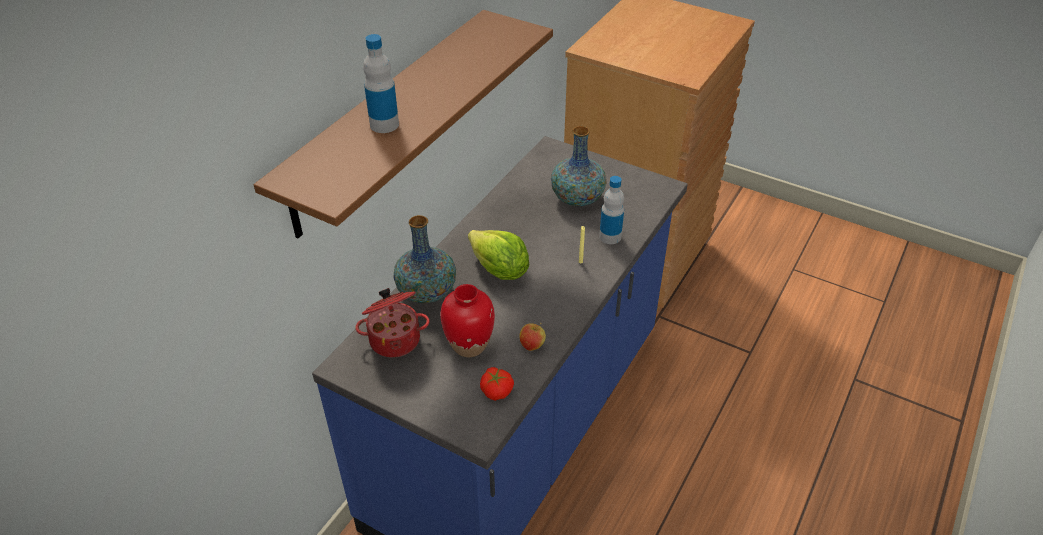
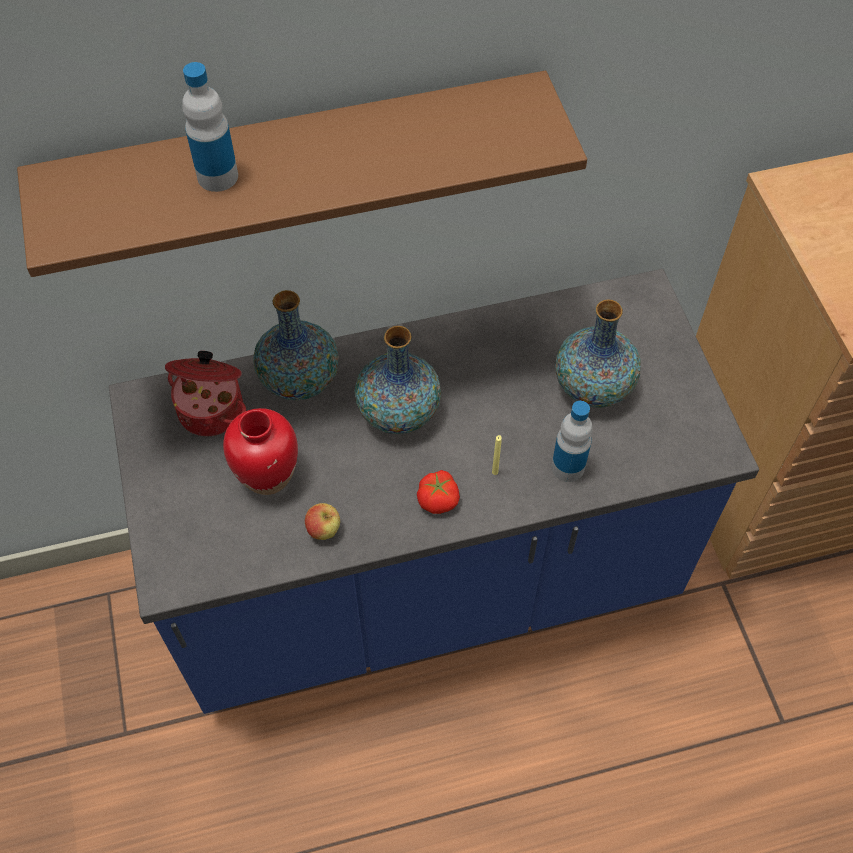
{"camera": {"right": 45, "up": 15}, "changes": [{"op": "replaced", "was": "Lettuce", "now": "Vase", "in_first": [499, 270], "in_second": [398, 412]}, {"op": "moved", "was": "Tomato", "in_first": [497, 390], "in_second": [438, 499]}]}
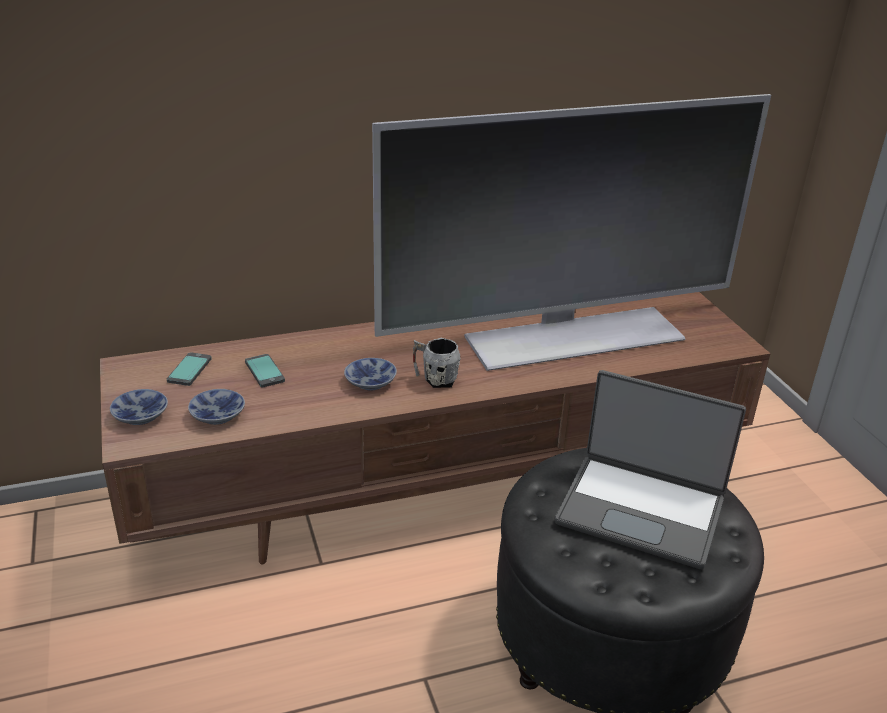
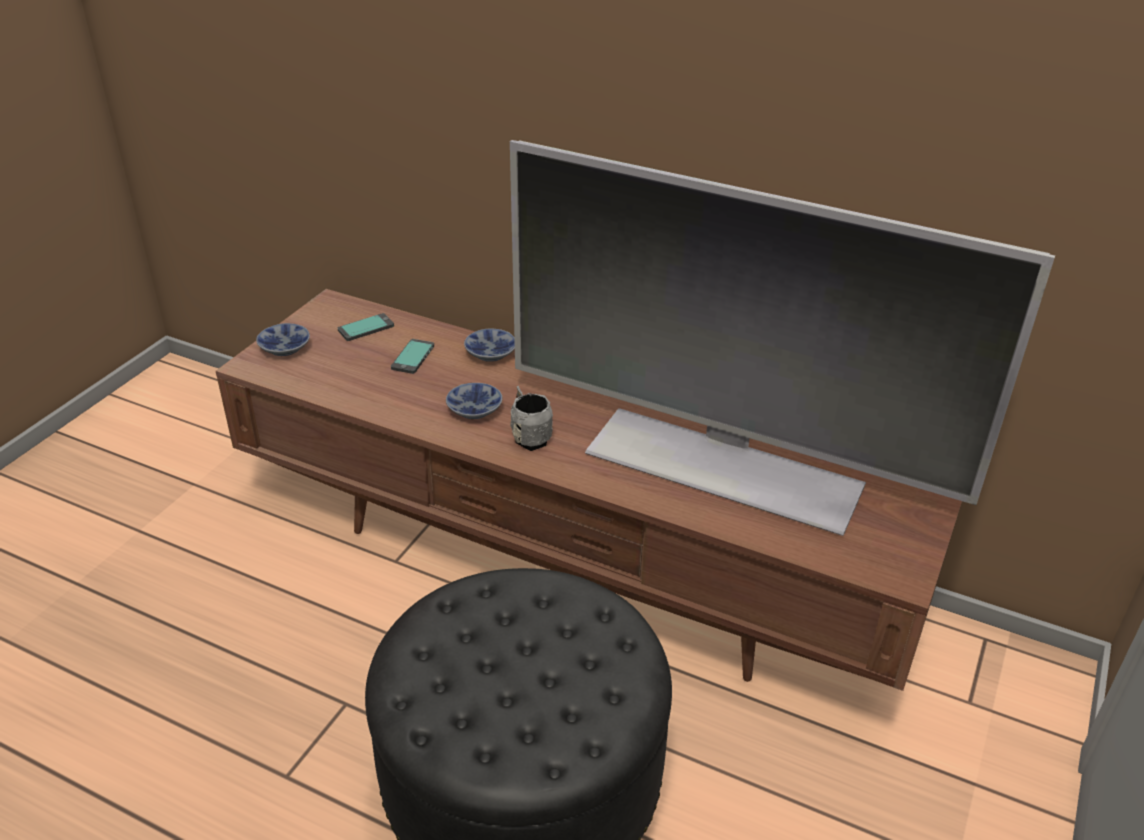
{"camera": {"right": 45, "up": 5}, "changes": [{"op": "moved", "was": "Bowl", "in_first": [219, 416], "in_second": [490, 354]}, {"op": "removed", "was": "Laptop", "in_first": [641, 510]}]}
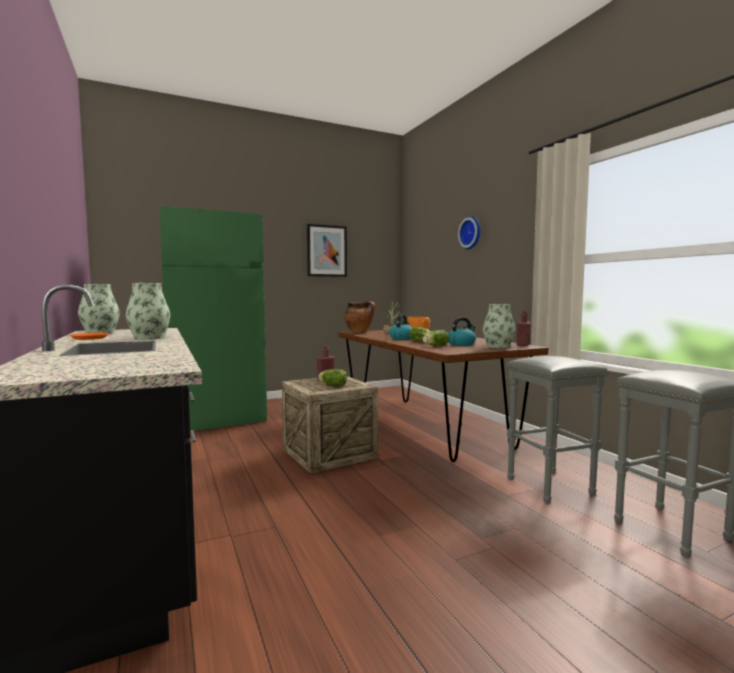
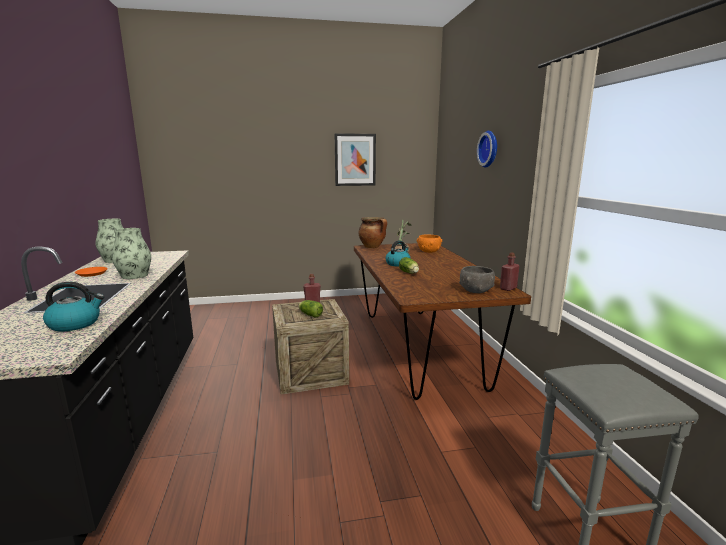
{"camera": {"right": 15, "up": 10}, "changes": [{"op": "moved", "was": "Kettle", "in_first": [461, 344], "in_second": [75, 324]}, {"op": "replaced", "was": "Vase", "now": "GreyBowl", "in_first": [498, 346], "in_second": [476, 291]}, {"op": "removed", "was": "GreenFridge", "in_first": [216, 415]}, {"op": "removed", "was": "Lettuce", "in_first": [434, 346]}, {"op": "removed", "was": "GreyStool", "in_first": [549, 486]}]}
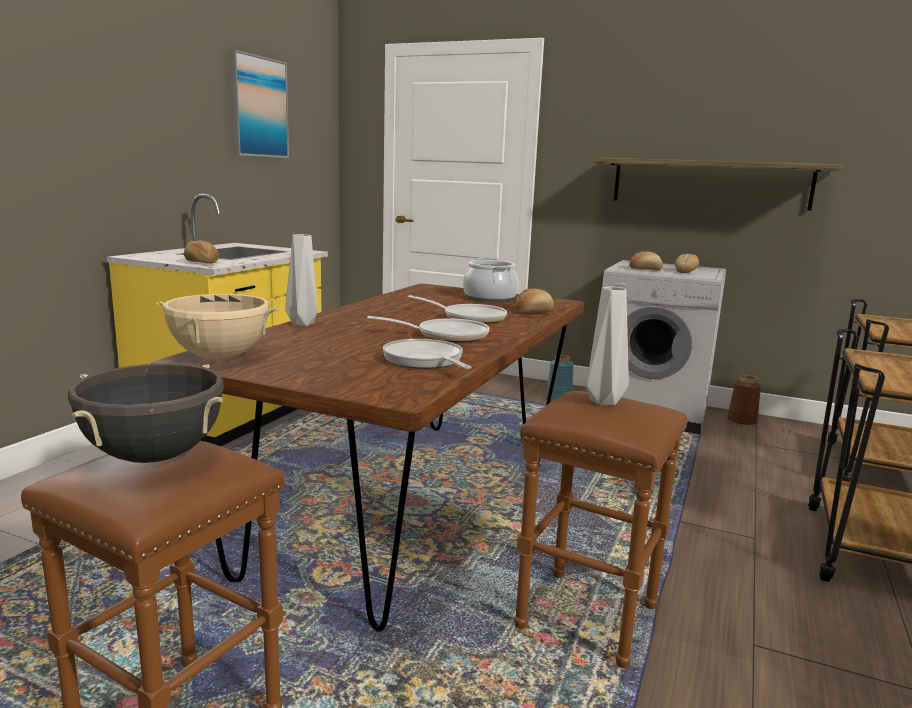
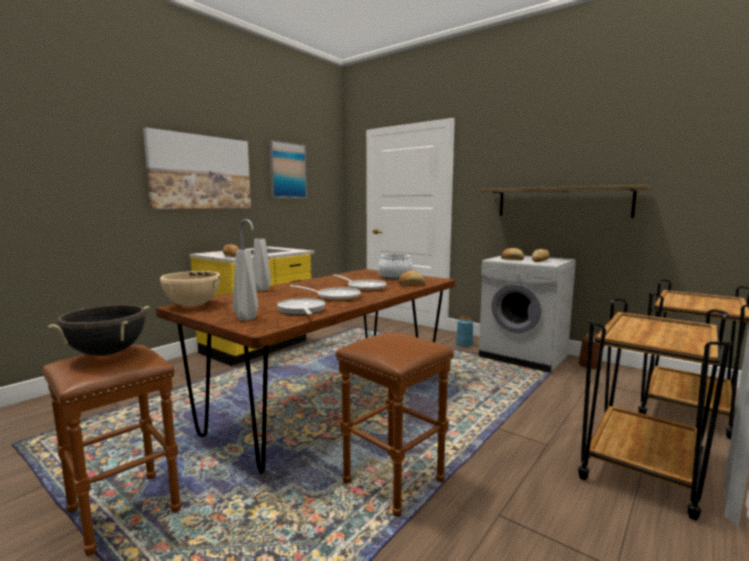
{"camera": {"right": 15, "up": -5}, "changes": [{"op": "added", "now": "Picture", "in_second": [201, 172]}, {"op": "moved", "was": "GreyVase", "in_first": [602, 401], "in_second": [245, 318]}]}
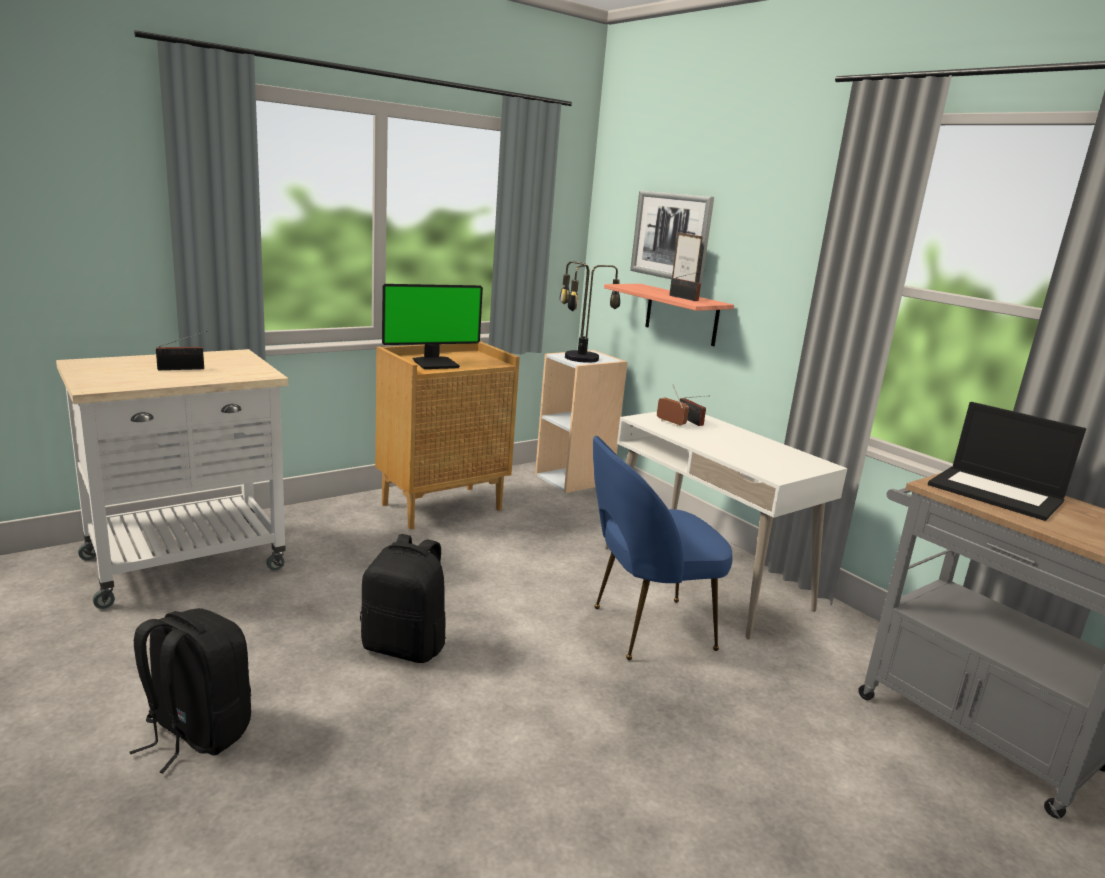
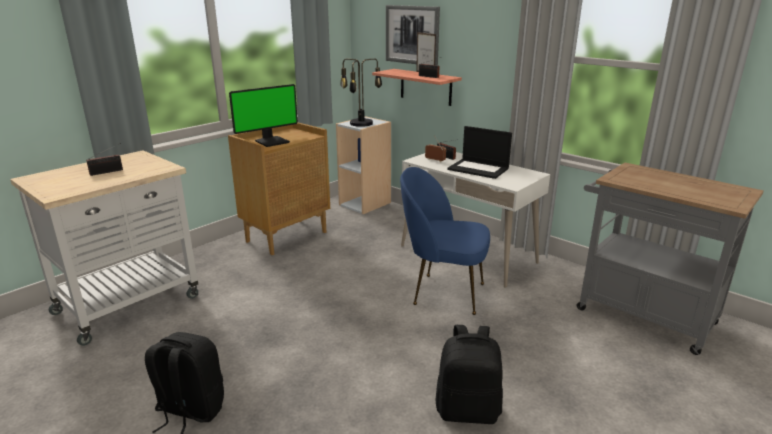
{"camera": {"right": -10, "up": 5}, "changes": [{"op": "turned", "was": "BlueChair", "in_first": [643, 629], "in_second": [442, 293], "clockwise": 45}, {"op": "moved", "was": "BlackBackpack", "in_first": [405, 647], "in_second": [468, 410]}, {"op": "moved", "was": "Laptop", "in_first": [997, 493], "in_second": [479, 169]}]}
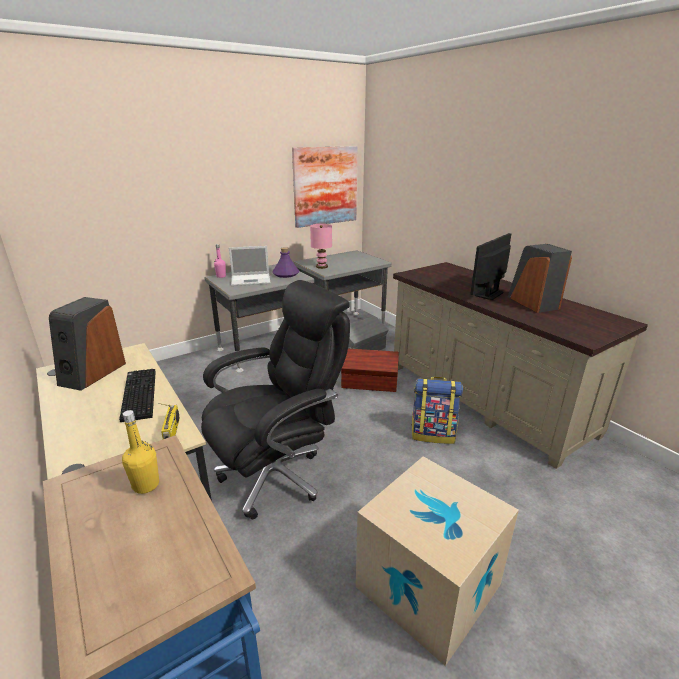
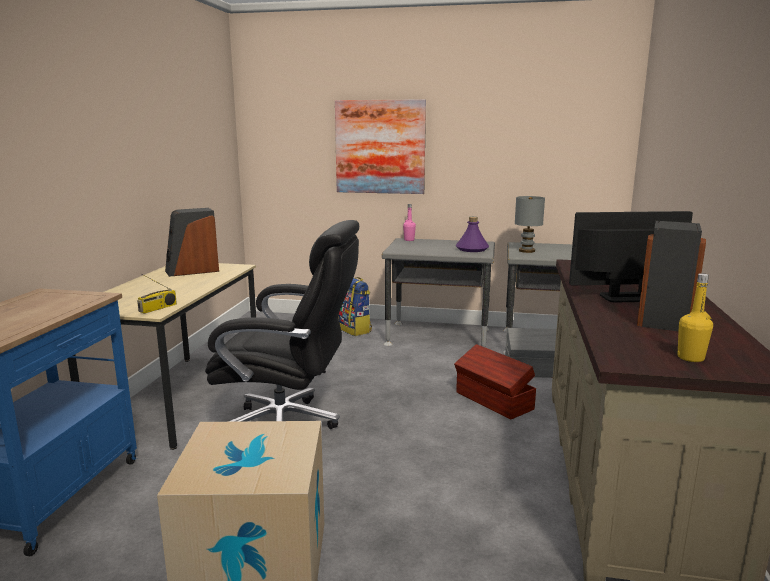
{"camera": {"right": 45, "up": -10}, "changes": [{"op": "moved", "was": "Picture", "in_first": [325, 186], "in_second": [380, 147]}, {"op": "moved", "was": "Backpack", "in_first": [433, 434], "in_second": [354, 329]}, {"op": "recoloured", "was": "PinkTableLamp", "now": "GreyTableLamp", "in_first": [322, 266], "in_second": [527, 251]}, {"op": "moved", "was": "YellowBottle", "in_first": [146, 485], "in_second": [690, 358]}, {"op": "removed", "was": "Keyboard", "in_first": [138, 394]}, {"op": "removed", "was": "Laptop", "in_first": [251, 280]}]}
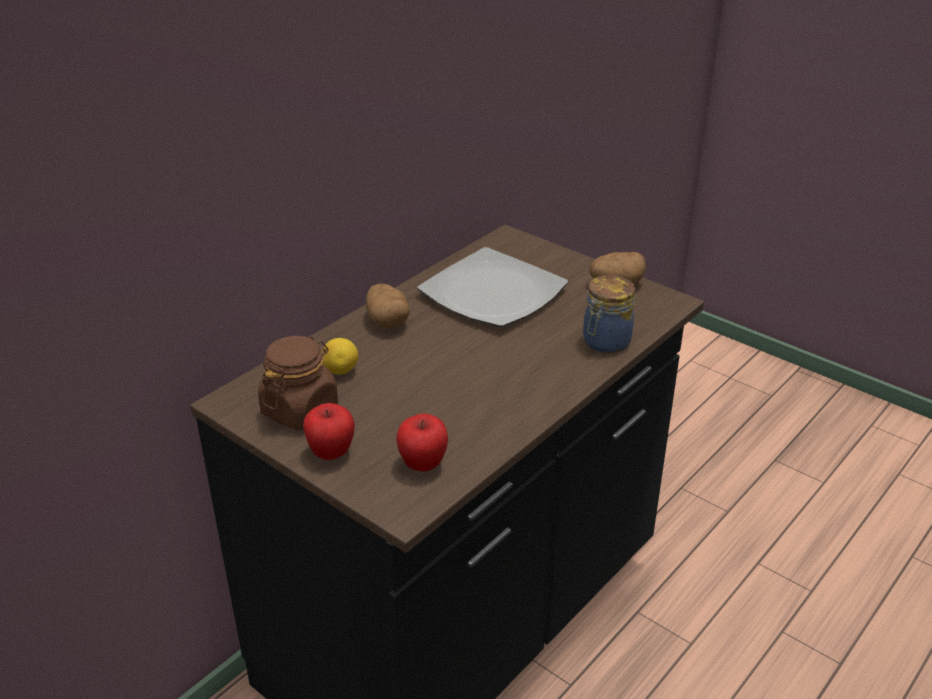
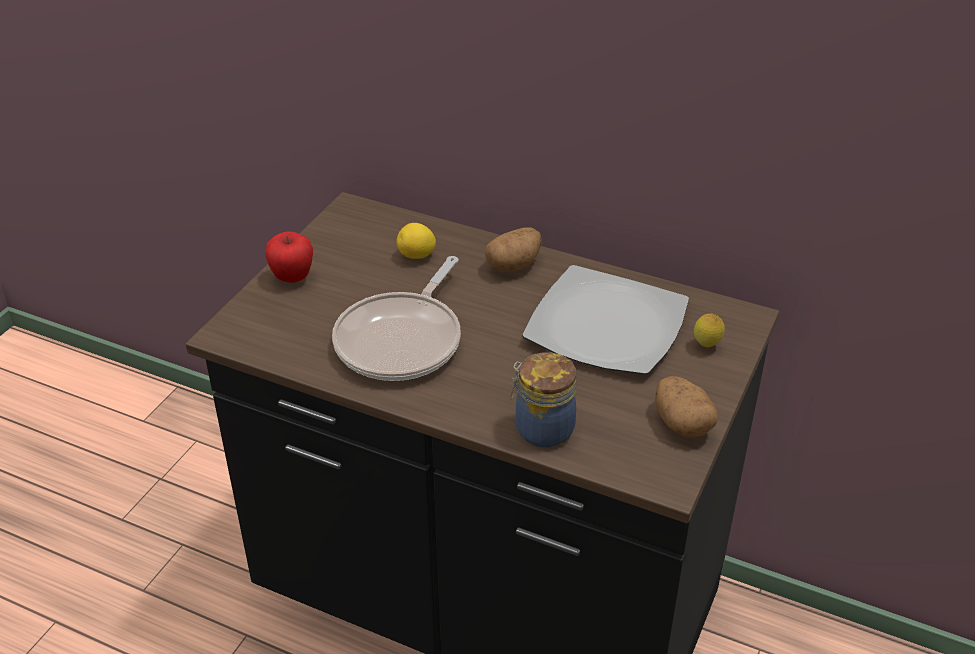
{"camera": {"right": 75, "up": 5}, "changes": [{"op": "added", "now": "FryingPan", "in_second": [402, 340]}, {"op": "added", "now": "Lemon", "in_second": [706, 346]}, {"op": "removed", "was": "BrownJar", "in_first": [300, 410]}, {"op": "removed", "was": "Apple", "in_first": [423, 465]}]}
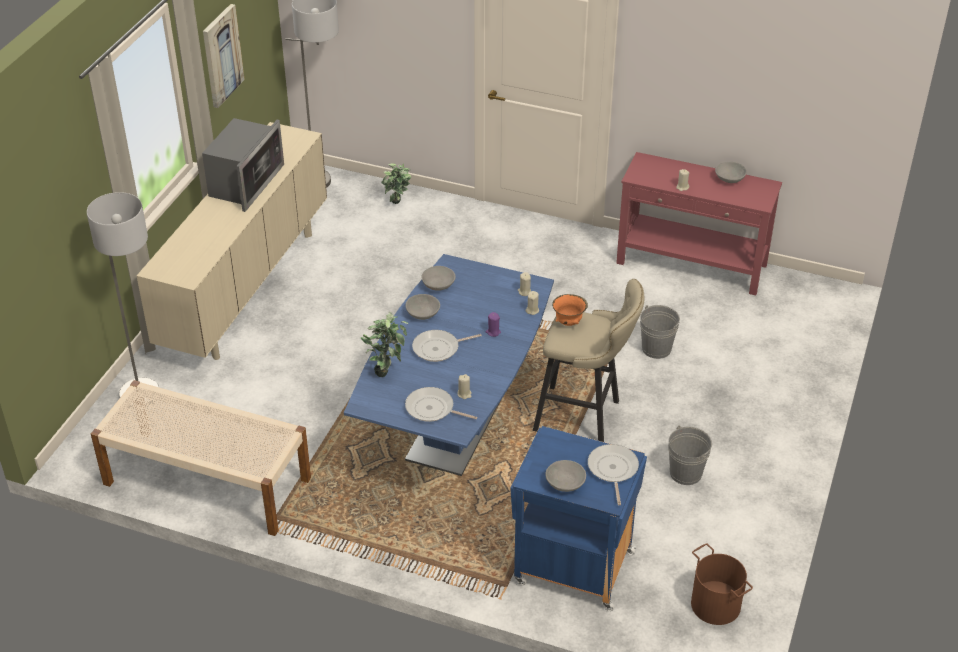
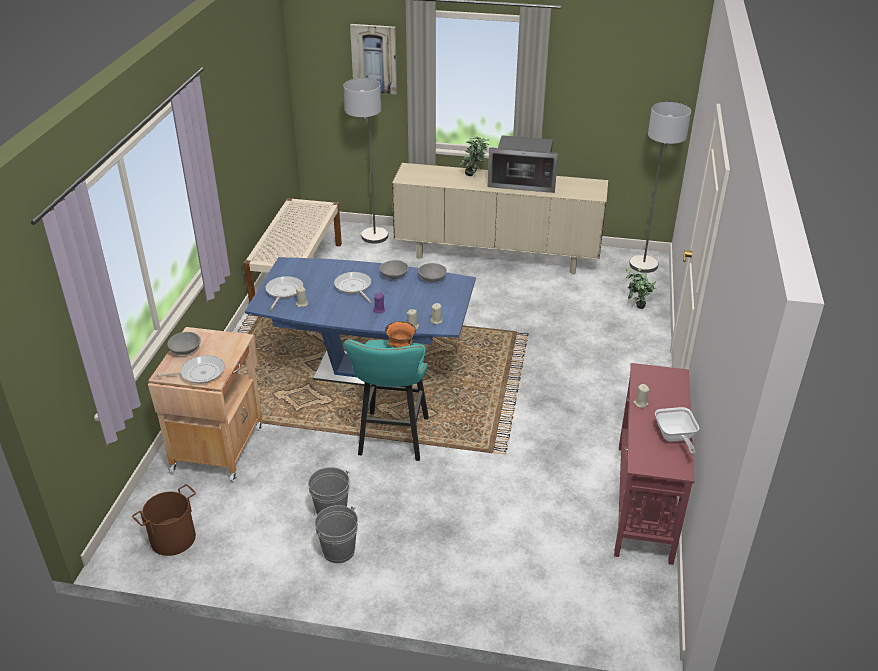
{"camera": {"right": 80, "up": -5}, "changes": [{"op": "recoloured", "was": "BlueCart", "now": "BrownCart", "in_first": [572, 567], "in_second": [218, 448]}, {"op": "moved", "was": "GreyBucket", "in_first": [656, 348], "in_second": [338, 551]}, {"op": "recoloured", "was": "BeigeStool", "now": "TurquoiseStool", "in_first": [587, 418], "in_second": [392, 442]}, {"op": "moved", "was": "Picture", "in_first": [222, 55], "in_second": [374, 59]}, {"op": "moved", "was": "PottedPlant", "in_first": [387, 370], "in_second": [474, 176]}, {"op": "replaced", "was": "GreyBowl", "now": "FryingPan", "in_first": [730, 179], "in_second": [675, 438]}]}
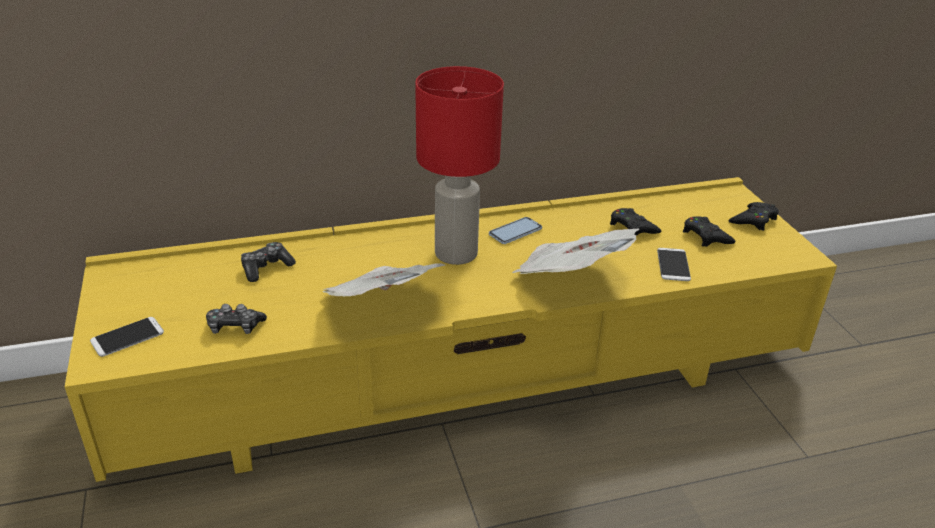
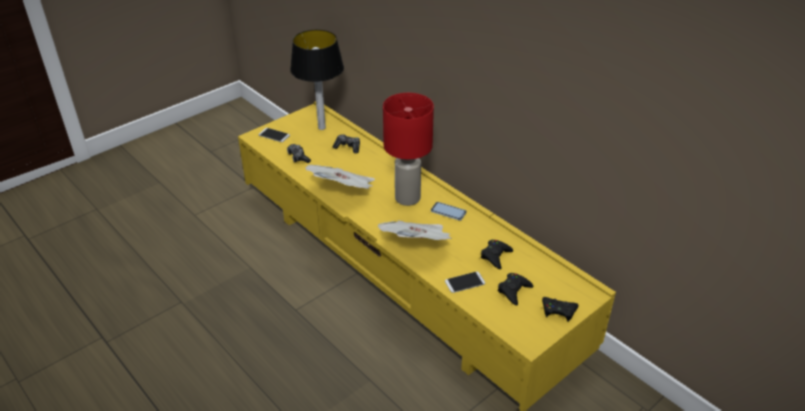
{"camera": {"right": 65, "up": 5}, "changes": [{"op": "added", "now": "TableLamp", "in_second": [322, 128]}]}
